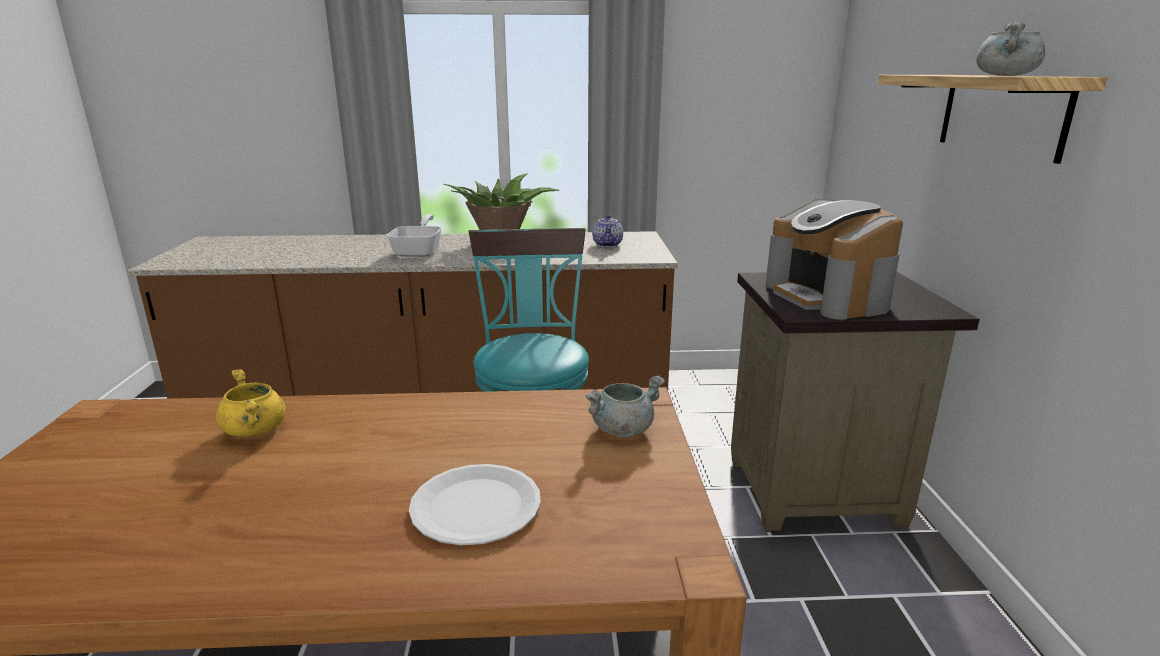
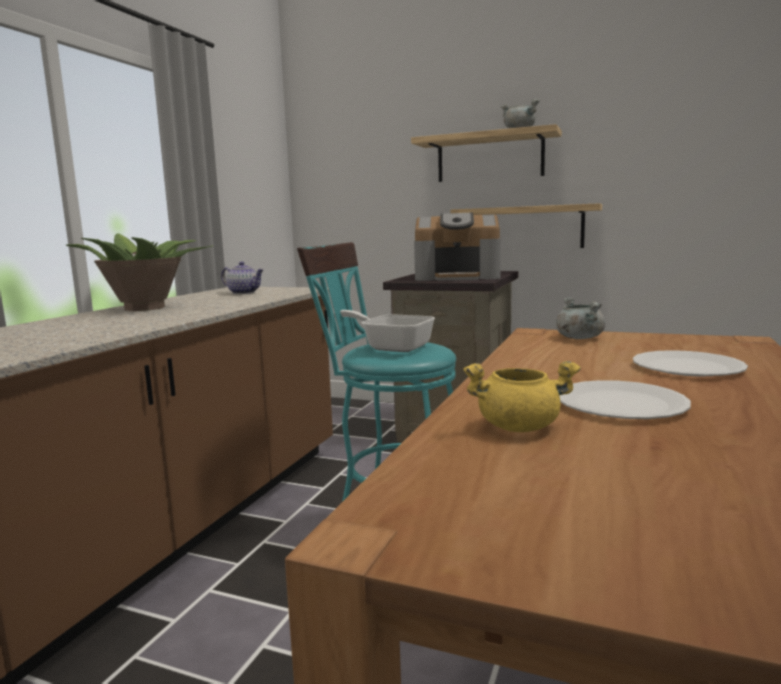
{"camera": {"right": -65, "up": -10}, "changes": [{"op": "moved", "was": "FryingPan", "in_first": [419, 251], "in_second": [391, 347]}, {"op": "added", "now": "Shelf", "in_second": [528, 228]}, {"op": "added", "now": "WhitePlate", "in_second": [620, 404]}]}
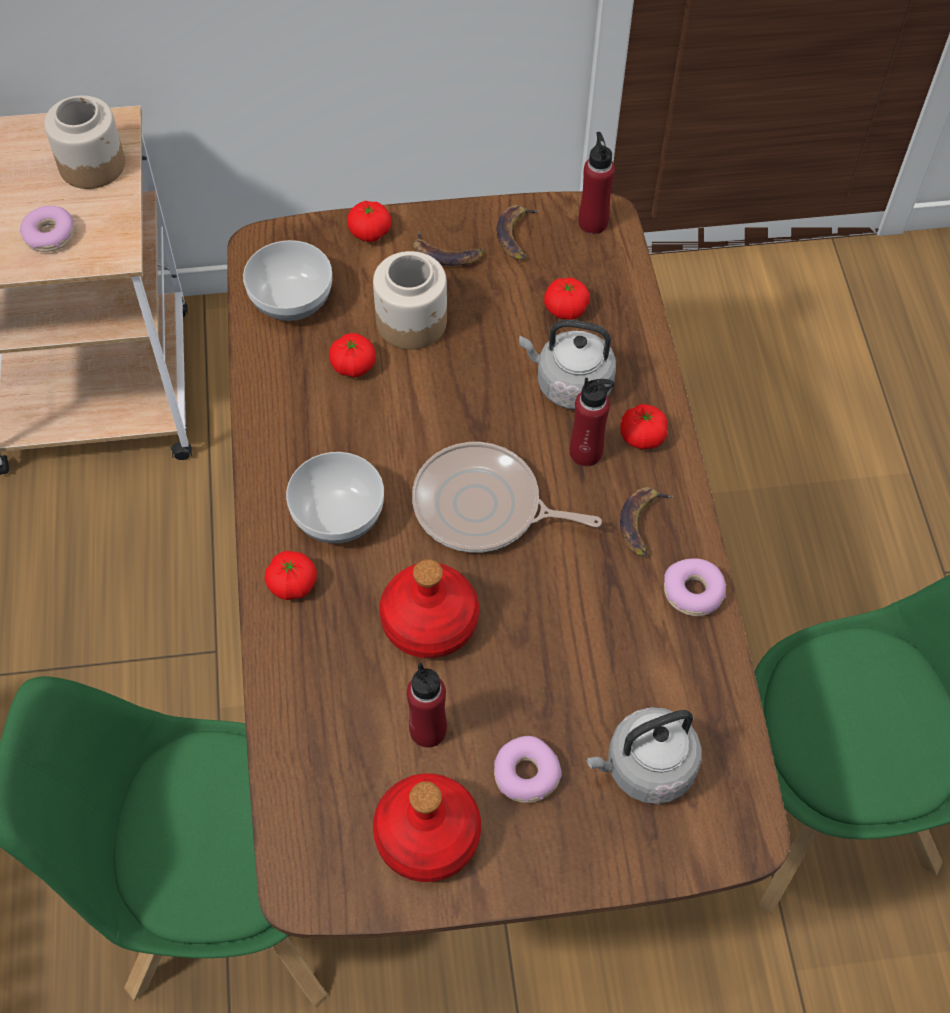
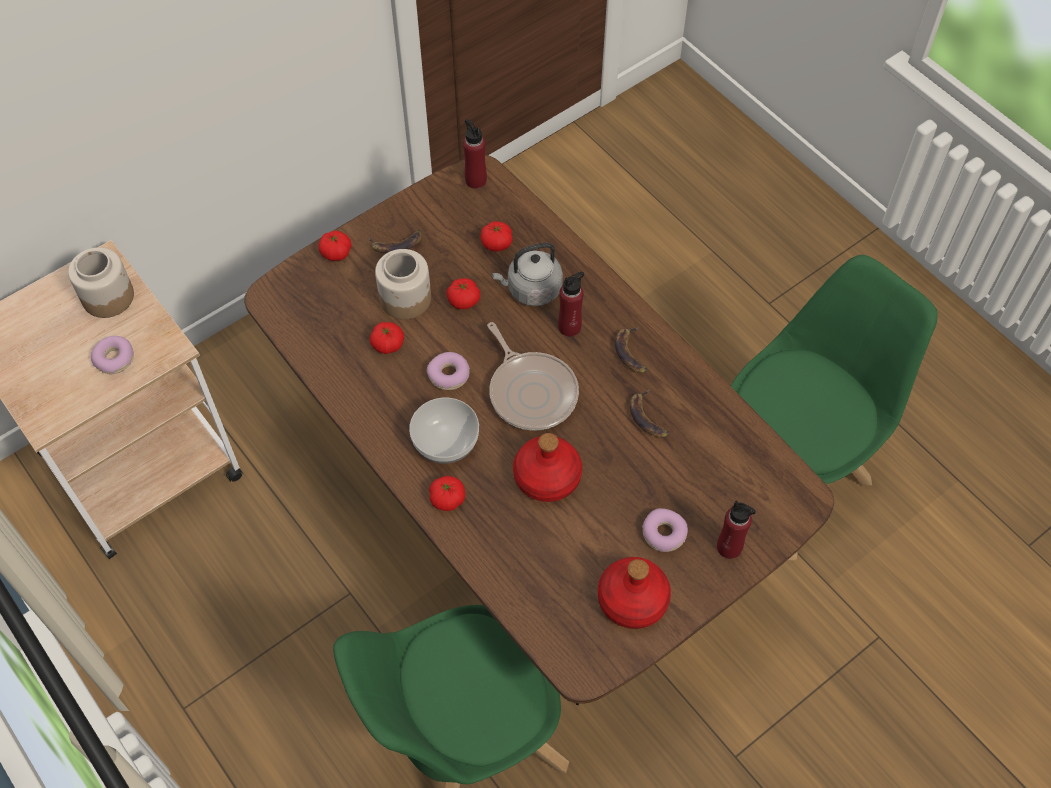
{"camera": {"right": -30, "up": 0}, "changes": [{"op": "moved", "was": "Donut", "in_first": [693, 592], "in_second": [449, 375]}, {"op": "moved", "was": "Tomato", "in_first": [642, 436], "in_second": [463, 300]}, {"op": "turned", "was": "FryingPan", "in_first": [483, 507], "in_second": [531, 391], "clockwise": -105}, {"op": "moved", "was": "Banana", "in_first": [516, 235], "in_second": [648, 417]}, {"op": "moved", "was": "RedBottle", "in_first": [428, 730], "in_second": [729, 547]}, {"op": "removed", "was": "Bowl", "in_first": [291, 298]}, {"op": "removed", "was": "GreyKettle", "in_first": [645, 768]}]}
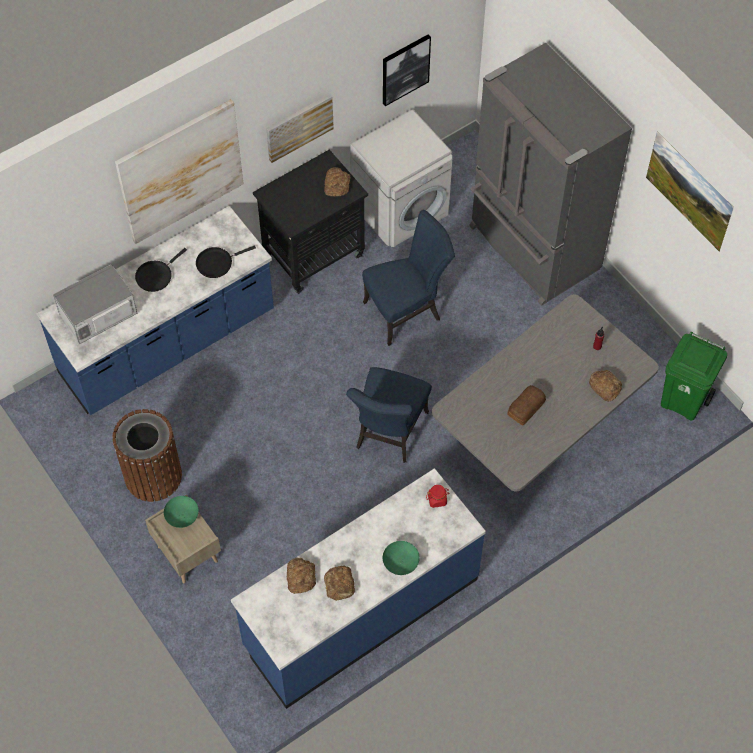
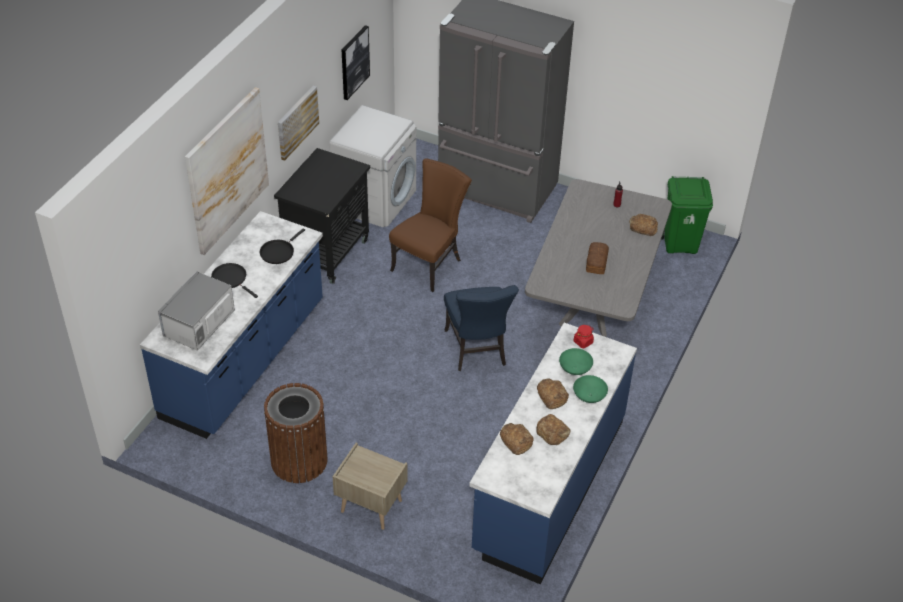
{"camera": {"right": -30, "up": -15}, "changes": [{"op": "turned", "was": "BlackFryingPan", "in_first": [156, 276], "in_second": [231, 279], "clockwise": 120}, {"op": "recoloured", "was": "BlueChair", "now": "BrownChair", "in_first": [406, 310], "in_second": [429, 263]}, {"op": "moved", "was": "Bread", "in_first": [336, 184], "in_second": [552, 396]}, {"op": "moved", "was": "GreenBowl", "in_first": [181, 517], "in_second": [574, 369]}, {"op": "removed", "was": "Picture", "in_first": [685, 203]}]}
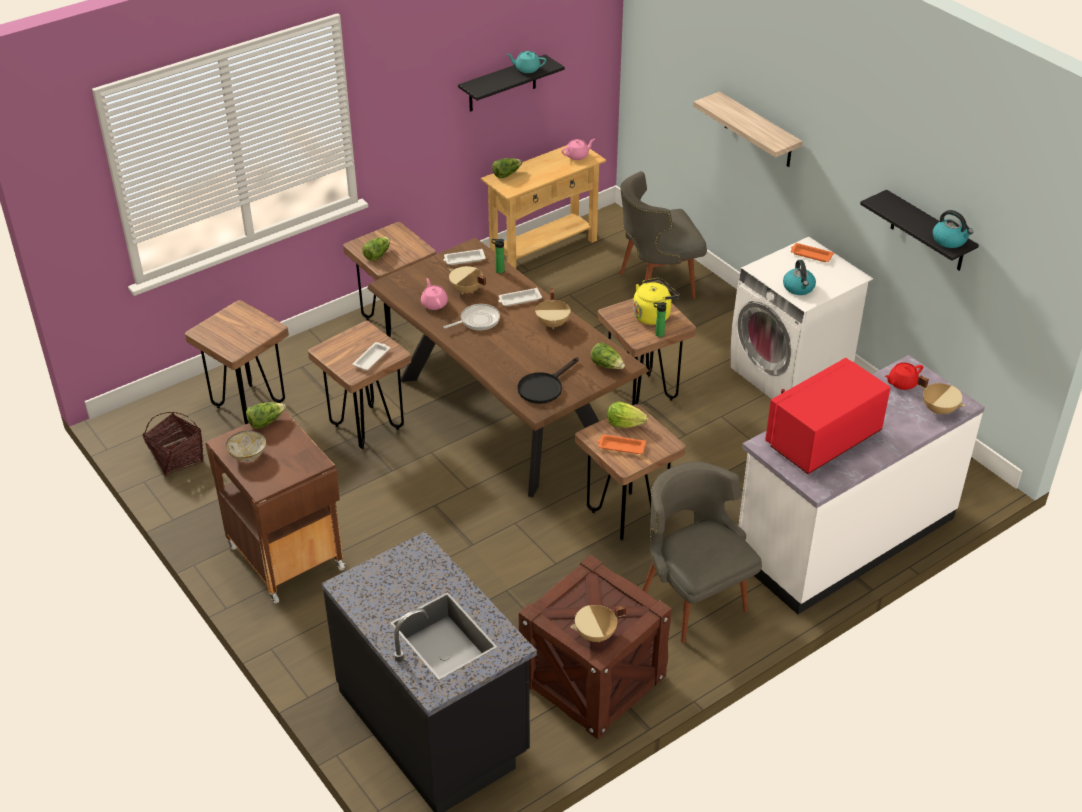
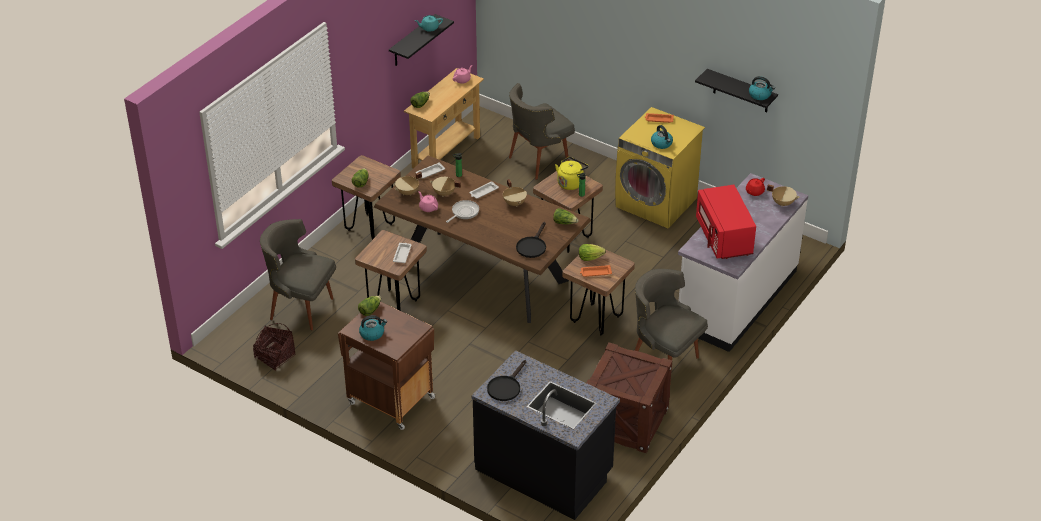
{"camera": {"right": -20, "up": 0}, "changes": [{"op": "replaced", "was": "BrownStool", "now": "GreyChair", "in_first": [249, 405], "in_second": [302, 309]}, {"op": "replaced", "was": "Bowl", "now": "Kettle", "in_first": [247, 455], "in_second": [372, 333]}, {"op": "moved", "was": "BeigeCookingPot", "in_first": [596, 635], "in_second": [408, 193]}, {"op": "added", "now": "BlackFryingPan", "in_second": [506, 387]}, {"op": "recoloured", "was": "WhiteWashingMachine", "now": "YellowWashingMachine", "in_first": [792, 374], "in_second": [657, 202]}, {"op": "turned", "was": "RedMicrowave", "in_first": [823, 440], "in_second": [724, 238], "clockwise": -45}, {"op": "removed", "was": "Shelf", "in_first": [758, 131]}]}
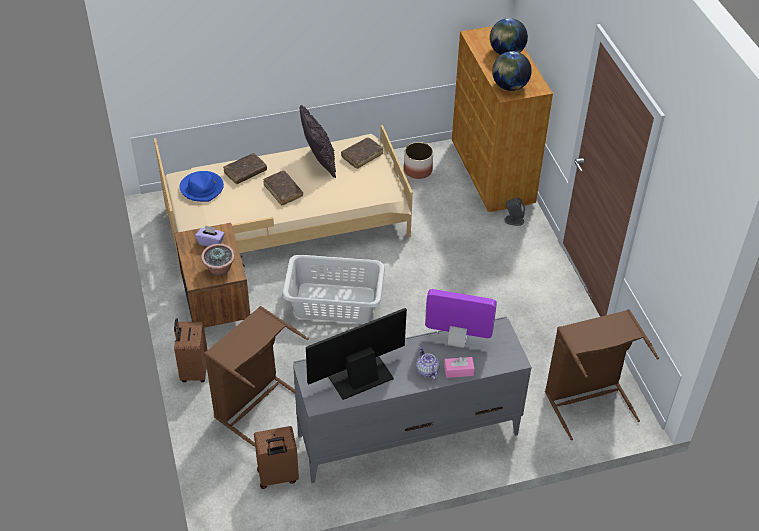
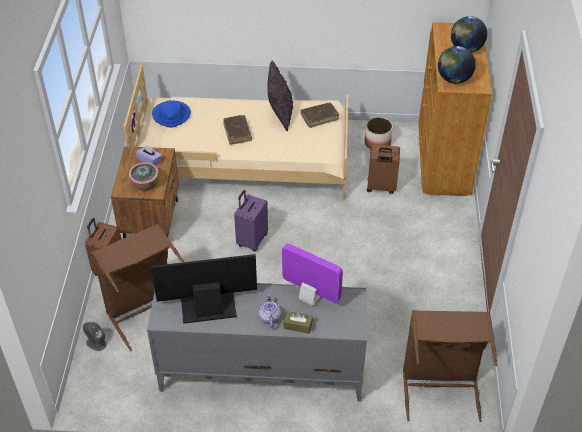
{"camera": {"right": 20, "up": 0}, "changes": [{"op": "moved", "was": "GreySpeaker", "in_first": [513, 220], "in_second": [96, 343]}, {"op": "replaced", "was": "GreyLaundryBasket", "now": "PurpleSuitcase", "in_first": [334, 302], "in_second": [251, 240]}, {"op": "recoloured", "was": "PinkTissueBox", "now": "BrownTissueBox", "in_first": [458, 371], "in_second": [298, 325]}, {"op": "moved", "was": "BrownSuitcase", "in_first": [277, 477], "in_second": [381, 187]}, {"op": "removed", "was": "BrownBook", "in_first": [245, 172]}]}
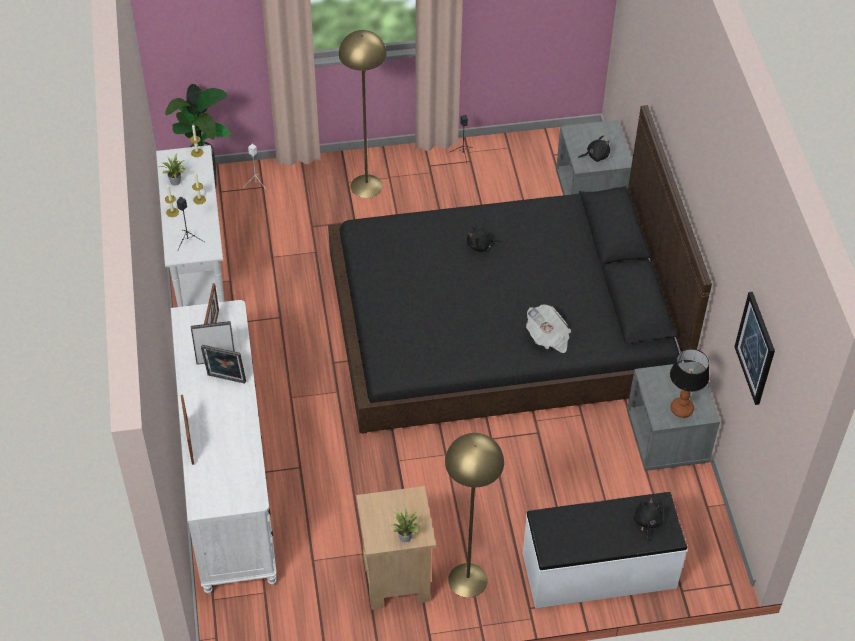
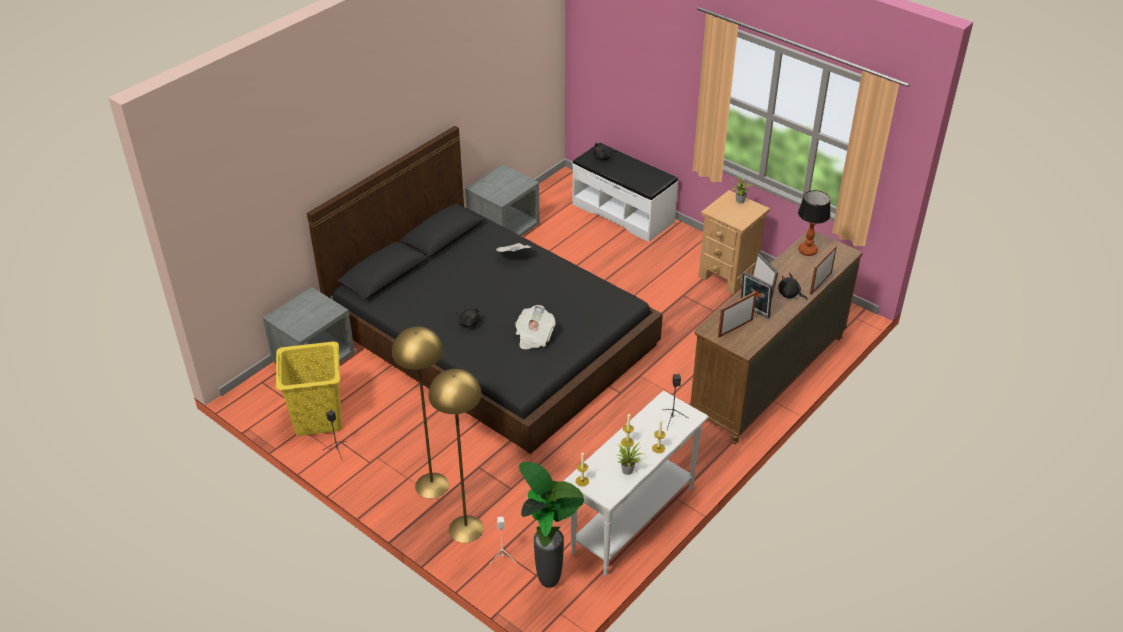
{"camera": {"right": -130, "up": -10}, "changes": [{"op": "added", "now": "YellowLaundryBasket", "in_second": [318, 418]}, {"op": "moved", "was": "YellowFloorLamp", "in_first": [468, 580], "in_second": [465, 528]}, {"op": "added", "now": "Newspaper", "in_second": [534, 336]}, {"op": "recoloured", "was": "WhiteDresser", "now": "BrownDresser", "in_first": [229, 484], "in_second": [767, 378]}, {"op": "moved", "was": "BlackPlushToy", "in_first": [595, 156], "in_second": [790, 295]}, {"op": "moved", "was": "TableLamp", "in_first": [682, 409], "in_second": [807, 250]}, {"op": "removed", "was": "Picture", "in_first": [756, 348]}]}
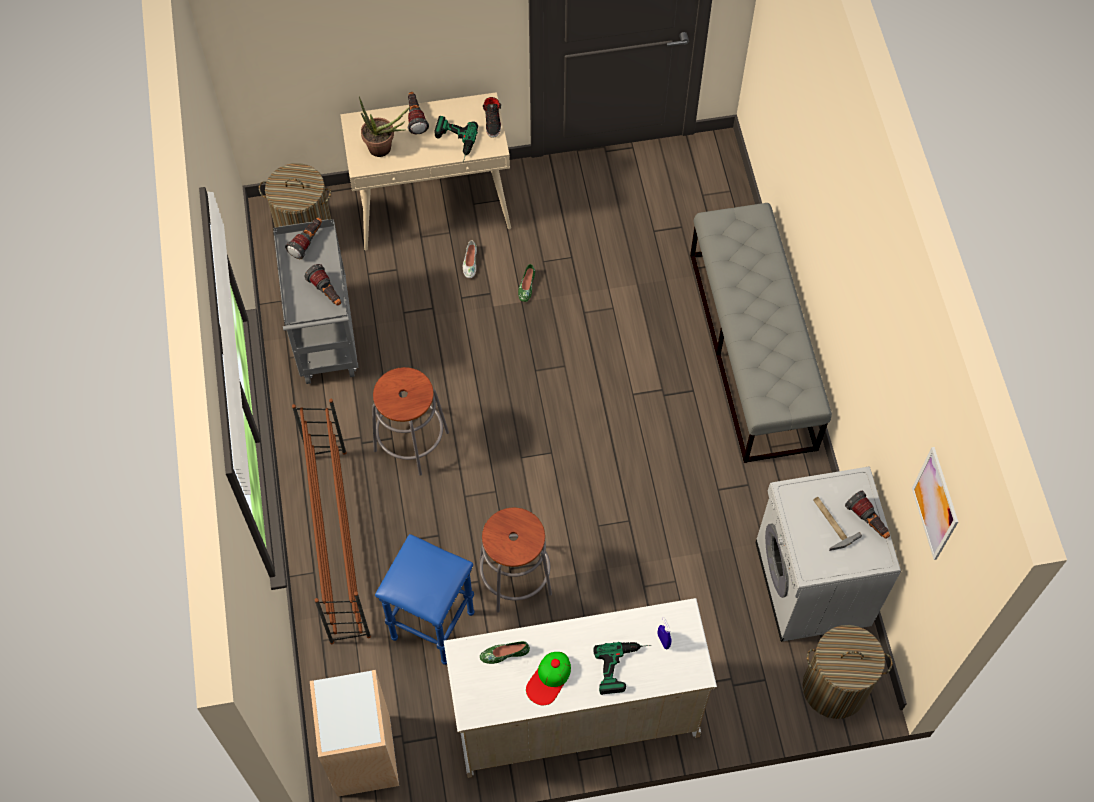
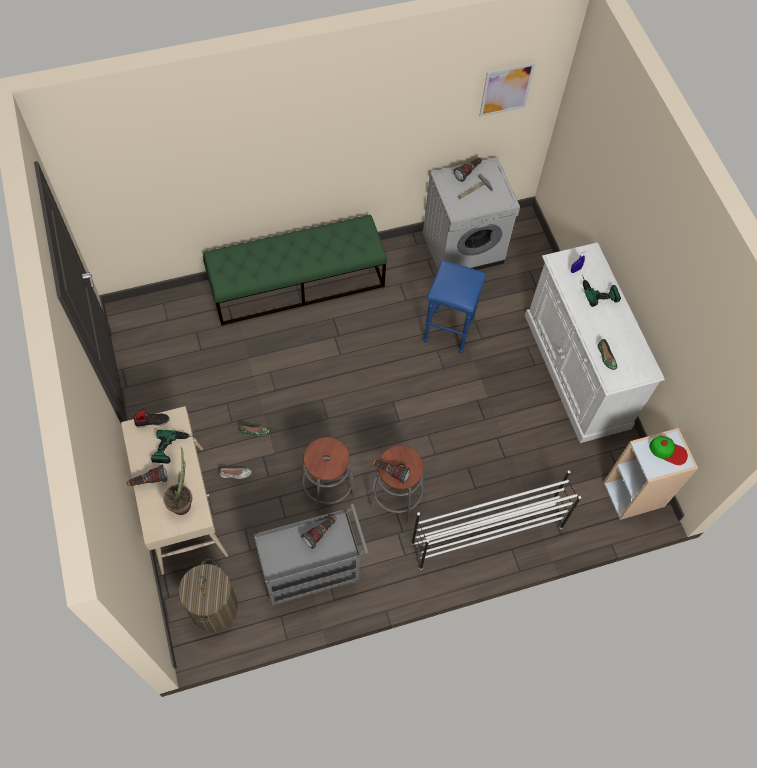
{"camera": {"right": -100, "up": 0}, "changes": [{"op": "recoloured", "was": "GreyBench", "now": "GreenBench", "in_first": [752, 350], "in_second": [298, 285]}, {"op": "moved", "was": "GreyStool", "in_first": [515, 578], "in_second": [328, 488]}, {"op": "moved", "was": "Flashlight", "in_first": [308, 242], "in_second": [390, 472]}, {"op": "recoloured", "was": "BrownShoeRack", "now": "WhiteShoeRack", "in_first": [338, 543], "in_second": [486, 535]}, {"op": "moved", "was": "BlueStool", "in_first": [433, 627], "in_second": [449, 330]}, {"op": "moved", "was": "Cap", "in_first": [549, 679], "in_second": [668, 451]}, {"op": "removed", "was": "LaundryBasket", "in_first": [834, 687]}]}
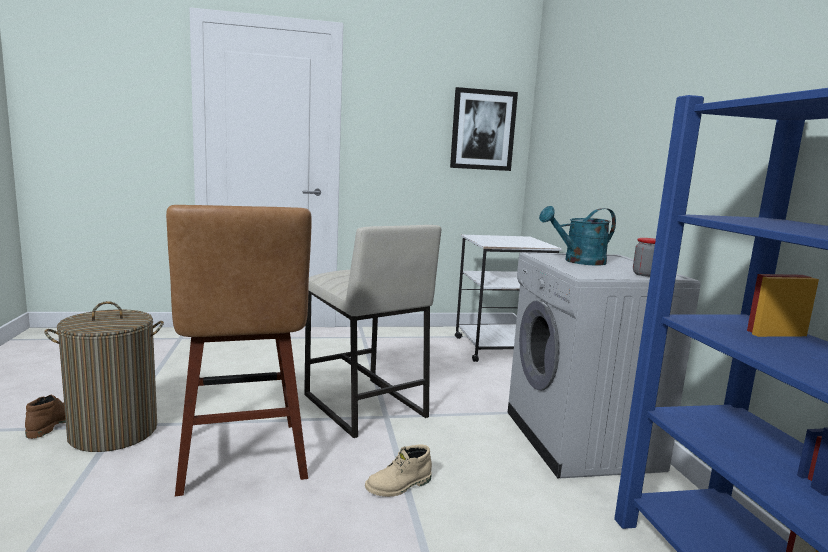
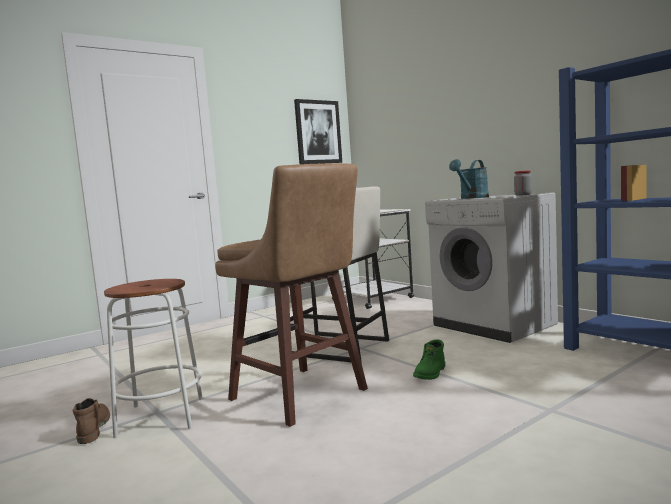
{"camera": {"right": -25, "up": -5}, "changes": [{"op": "replaced", "was": "LaundryBasket", "now": "WhiteStool", "in_first": [113, 432], "in_second": [161, 416]}, {"op": "recoloured", "was": "BeigeBoot", "now": "GreenBoot", "in_first": [399, 486], "in_second": [431, 373]}]}
